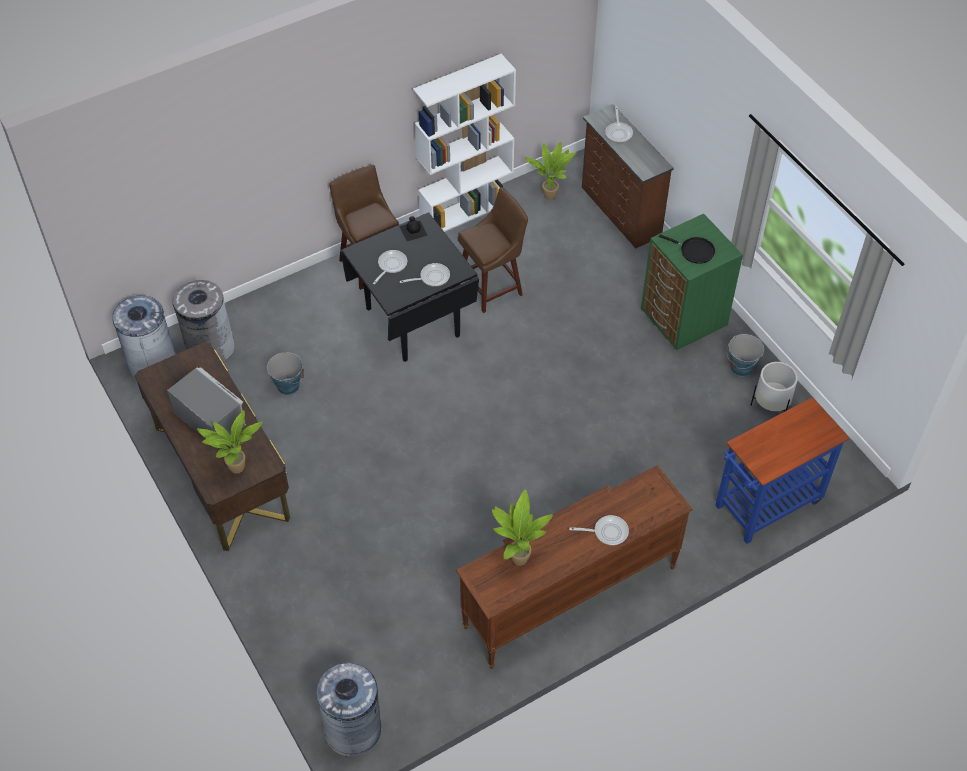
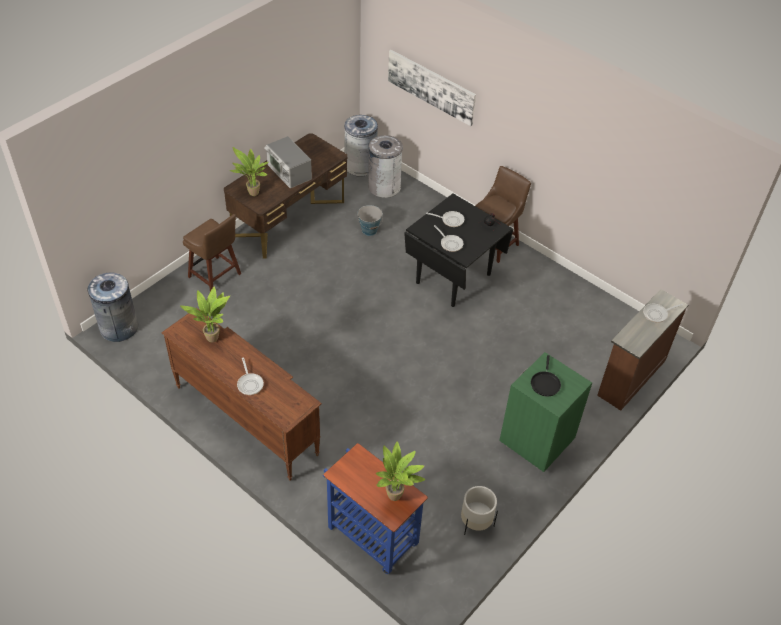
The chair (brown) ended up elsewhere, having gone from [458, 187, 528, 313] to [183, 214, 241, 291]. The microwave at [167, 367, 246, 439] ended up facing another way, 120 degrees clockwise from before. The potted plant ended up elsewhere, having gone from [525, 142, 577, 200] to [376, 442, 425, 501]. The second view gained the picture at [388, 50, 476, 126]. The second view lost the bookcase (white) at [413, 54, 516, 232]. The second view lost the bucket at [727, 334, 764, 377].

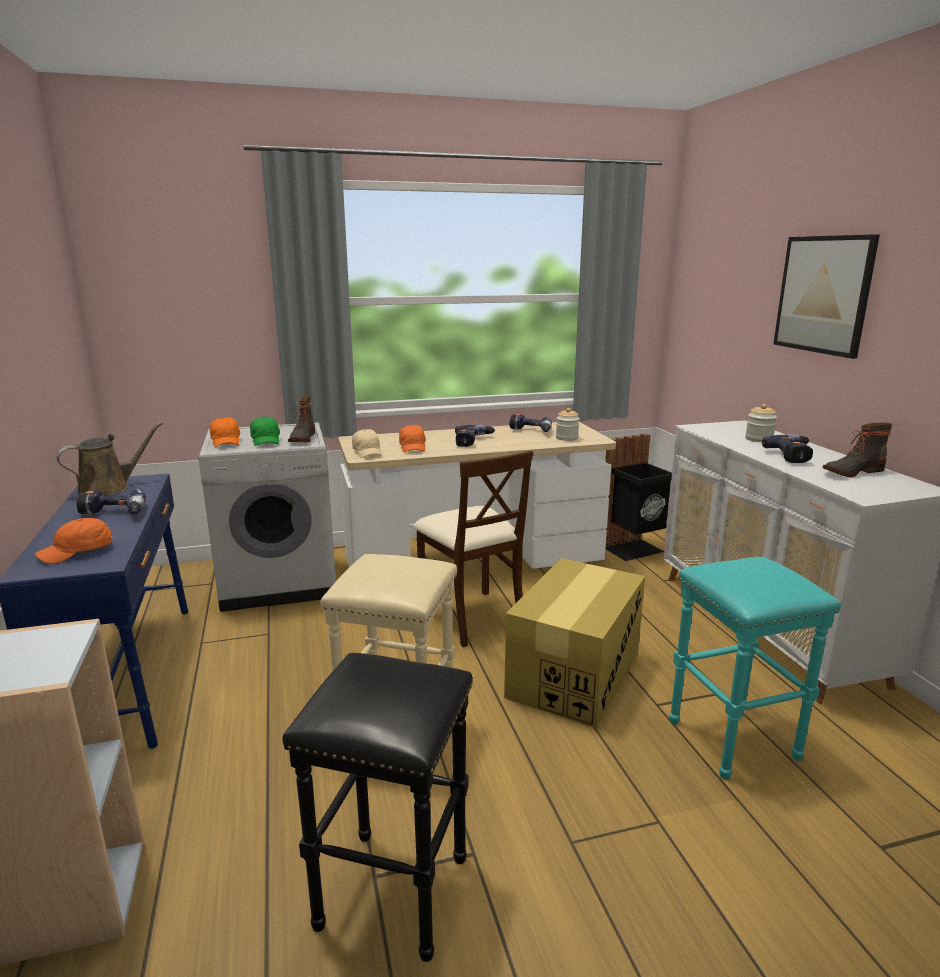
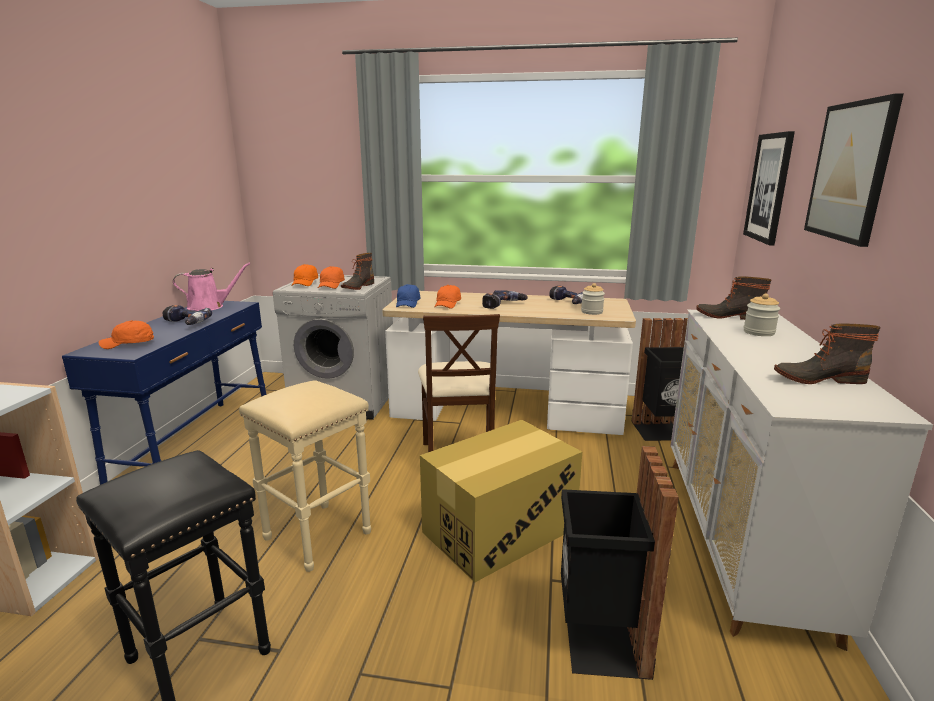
What was the watering can (brown) at [57, 422, 163, 495] turned into the watering can (pink) at [173, 262, 251, 311]. What was the cap (green) at [250, 417, 280, 446] turned into the cap (orange) at [318, 266, 345, 289]. What was the cap (beige) at [352, 429, 382, 458] turned into the cap (blue) at [396, 284, 420, 308]. Where the stool (turquoise) stood at [670, 557, 841, 780], the trash can (black) came to stand at [561, 446, 679, 680]. The second view gained the boot at [696, 276, 771, 320]. The second view gained the picture at [743, 131, 795, 245]. The second view lost the power drill at [762, 434, 813, 463].

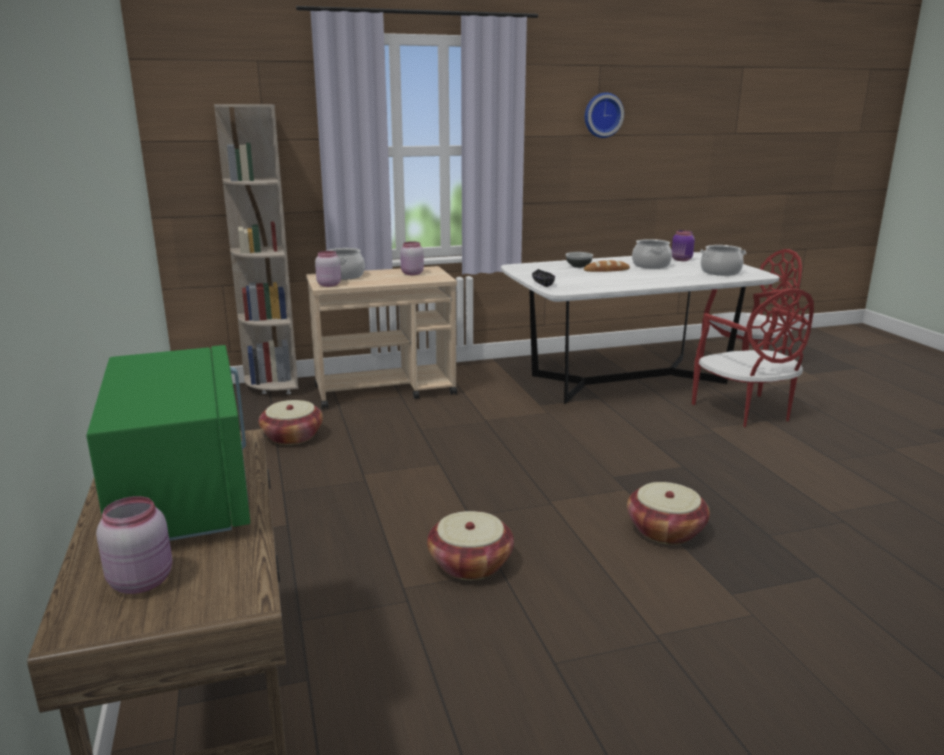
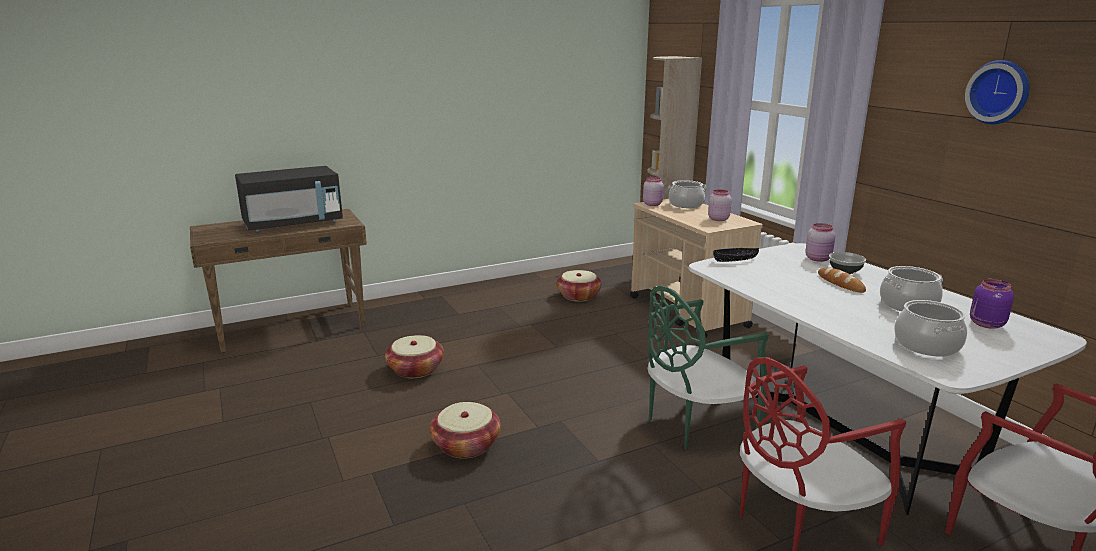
What was the microwave (green) at [86, 345, 251, 541] turned into the microwave (black) at [235, 166, 343, 232]. The second view gained the chair (green) at [647, 285, 769, 449]. The jar (pink) ended up elsewhere, having gone from [96, 496, 172, 594] to [805, 223, 835, 262].

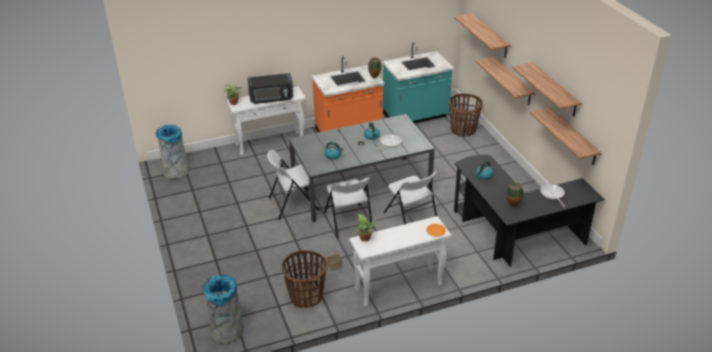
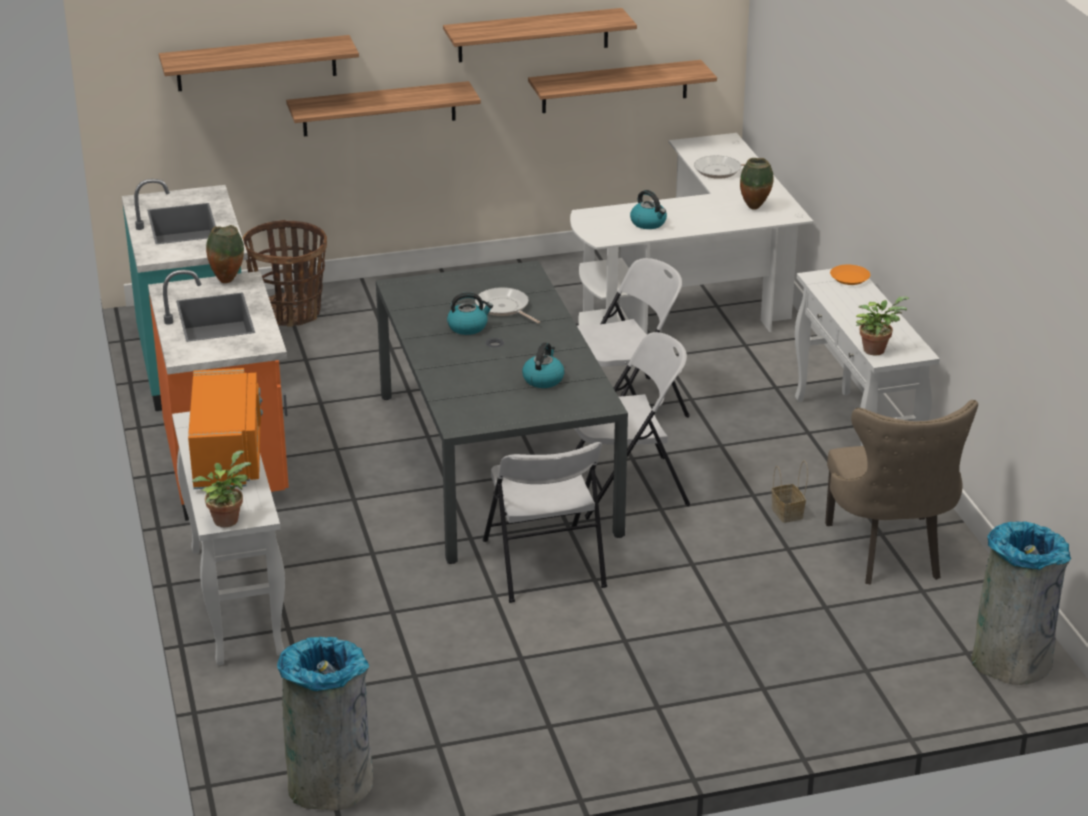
What was the microwave (black) at [248, 73, 293, 104] turned into the microwave (orange) at [188, 368, 263, 489]. What was the desk (black) at [454, 155, 605, 267] turned into the desk (white) at [570, 133, 813, 334]. Where the basket stood at [281, 250, 327, 308], the chair (beige) came to stand at [825, 400, 978, 584].

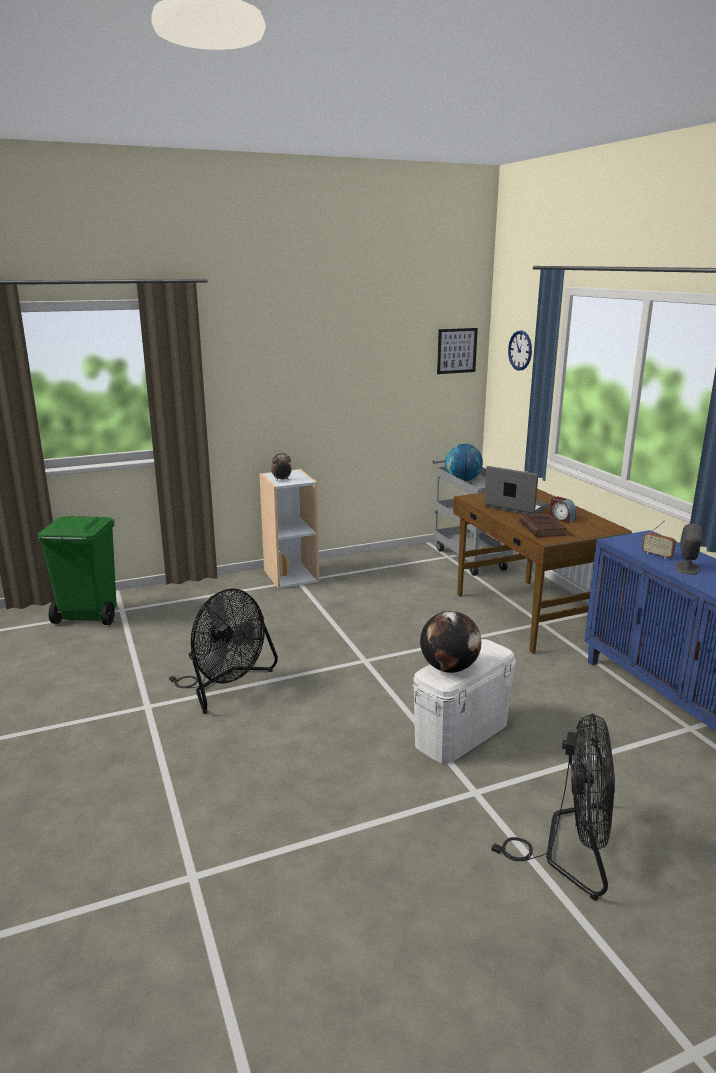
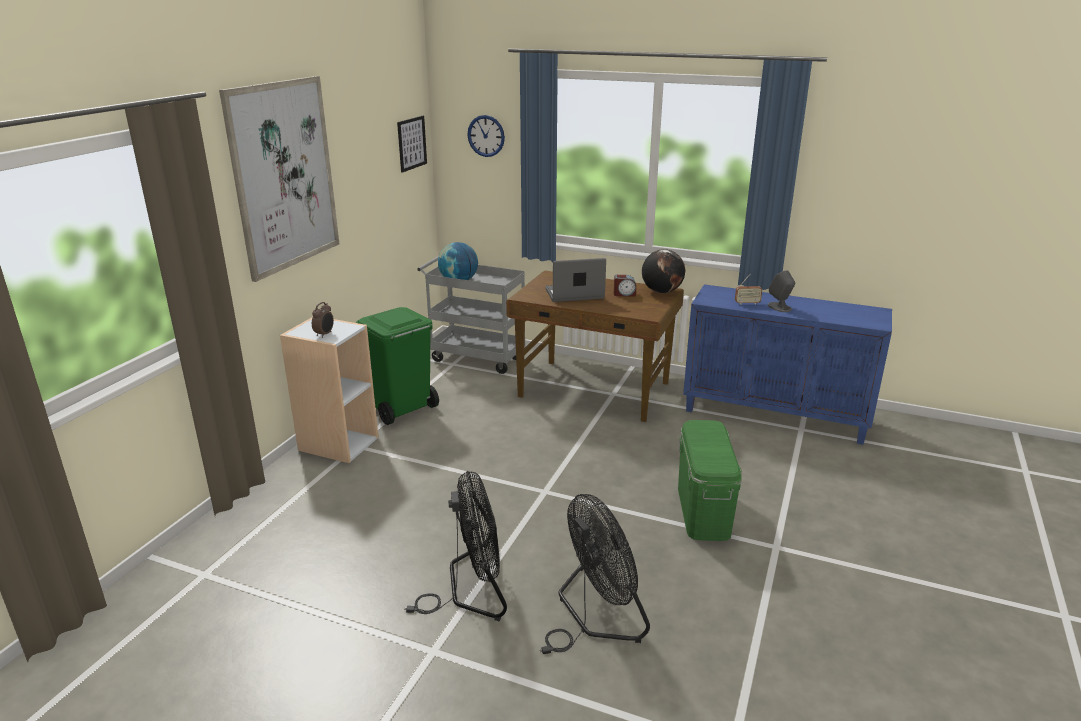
The second view gained the picture at [219, 76, 339, 282]. The trash can (green) ended up elsewhere, having gone from [38, 516, 117, 625] to [356, 307, 439, 425]. The fan (black) ended up elsewhere, having gone from [491, 713, 615, 901] to [539, 494, 650, 654]. The globe ended up elsewhere, having gone from [420, 611, 481, 673] to [642, 249, 685, 293]. What was the storage box (white) at [413, 639, 516, 764] turned into the storage box (green) at [678, 420, 742, 541]. The second view lost the book (brown) at [519, 514, 567, 537].

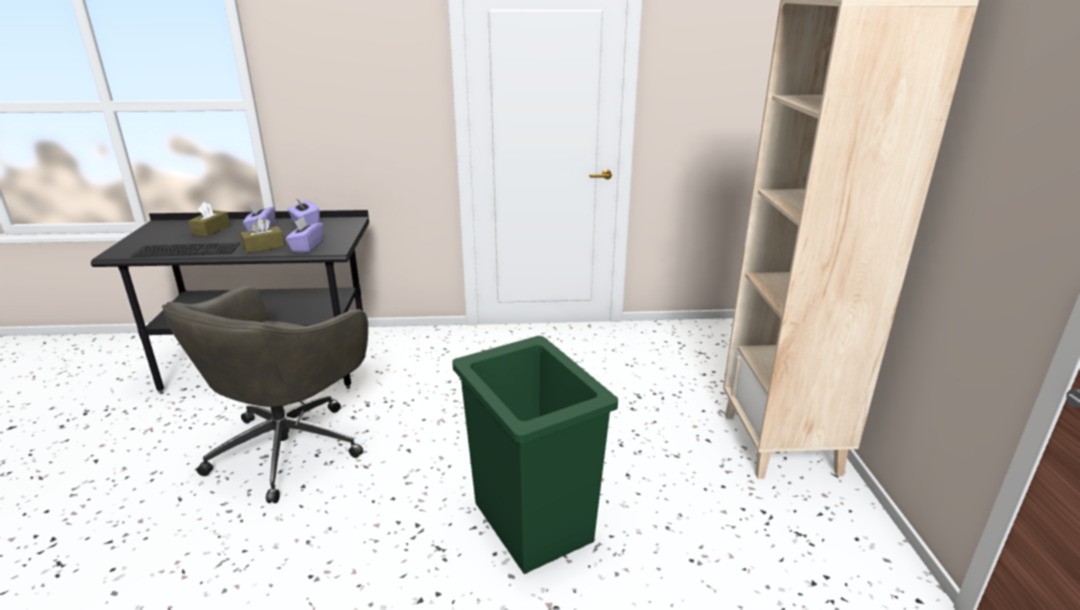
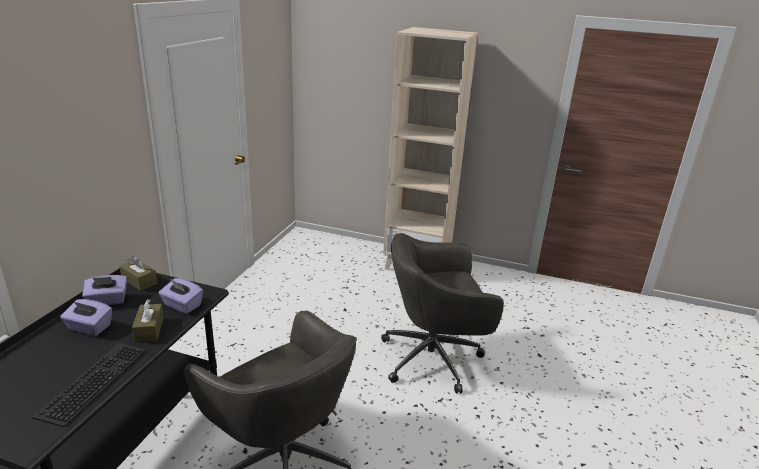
The tissue box (brown) ended up elsewhere, having gone from [189, 202, 230, 236] to [119, 256, 157, 291]. Where the trash can (green) stood at [452, 336, 618, 574], the office chair (grey) came to stand at [381, 233, 504, 393].

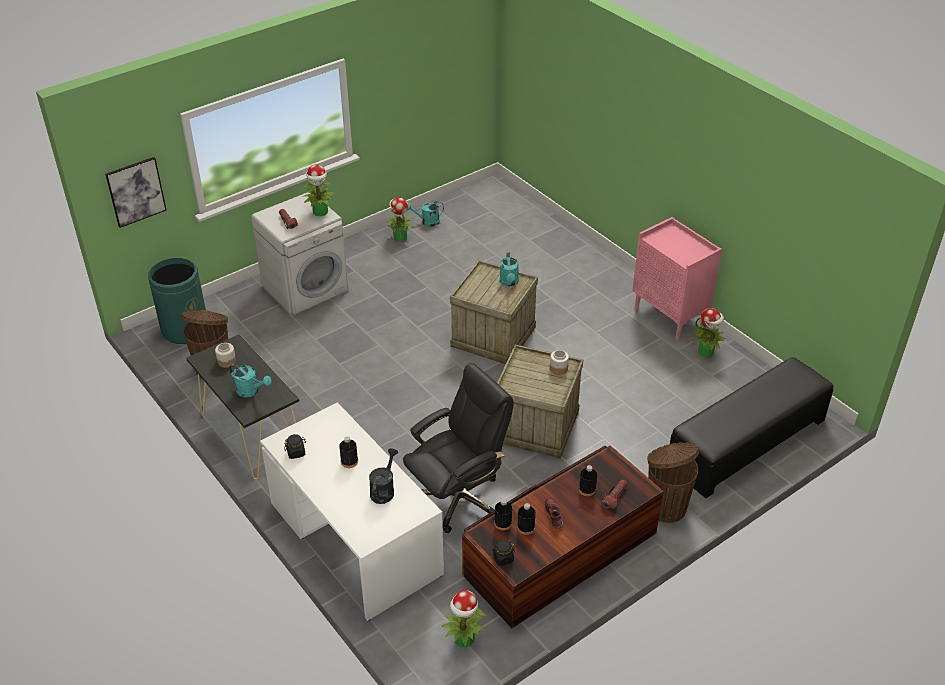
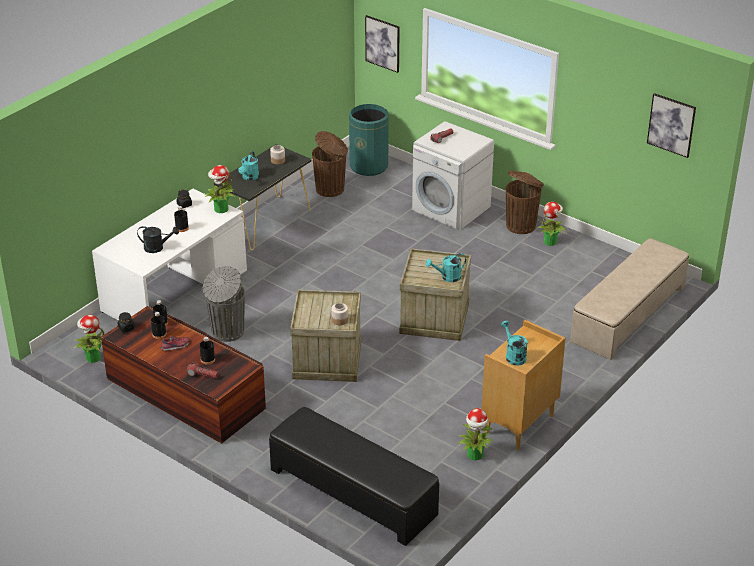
Where the office chair (black) stood at [403, 363, 514, 533], the trash can (grey) came to stand at [203, 266, 245, 342]. The potted plant ended up elsewhere, having gone from [302, 164, 333, 216] to [205, 165, 235, 213]. What was the cabinet (pink) at [632, 217, 722, 340] turned into the cabinet (brown) at [482, 320, 566, 450]. The watering can (turquoise) ended up elsewhere, having gone from [407, 201, 444, 227] to [501, 321, 528, 365]. The trash can (brown) ended up elsewhere, having gone from [647, 442, 699, 523] to [506, 170, 544, 234]. The second view gained the bench (beige) at [570, 238, 689, 360]. The second view gained the picture at [647, 93, 696, 158].

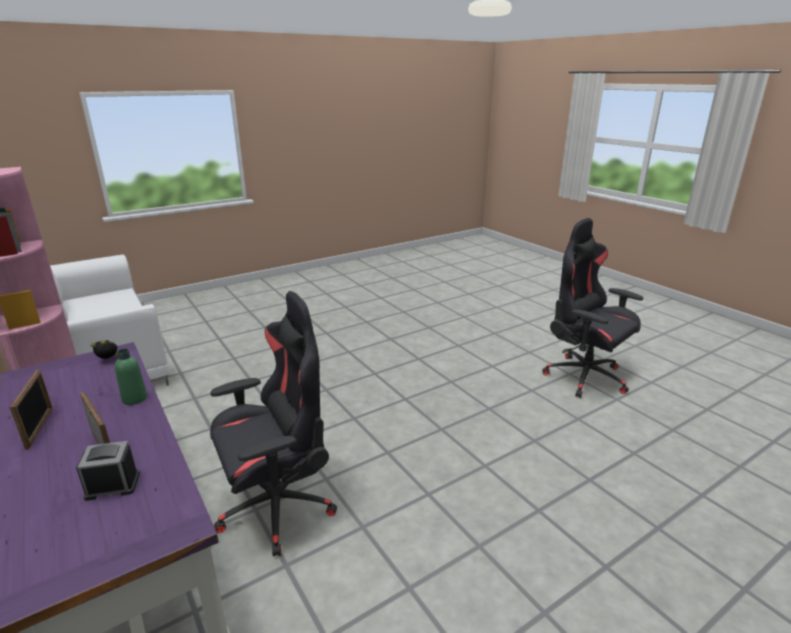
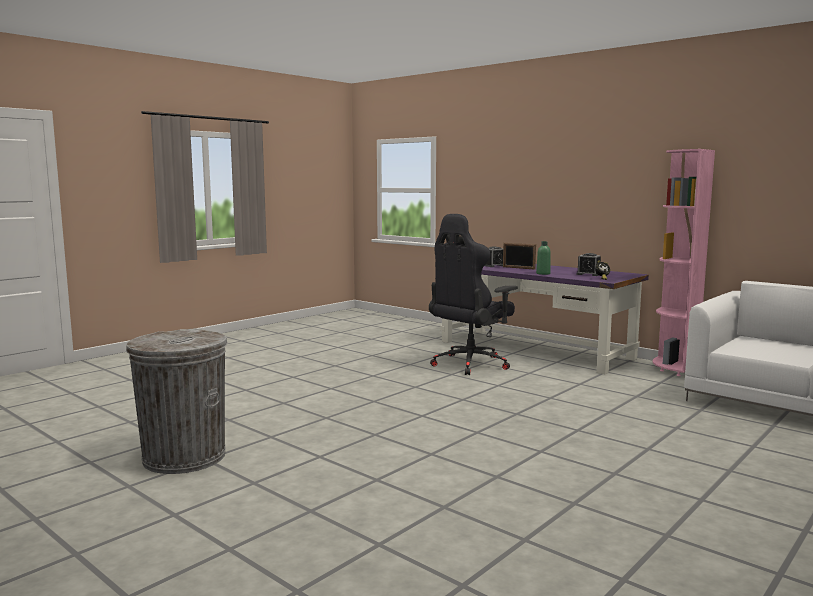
Where the office chair (black) stood at [542, 218, 643, 398], the trash can (grey) came to stand at [126, 328, 228, 474]. The second view gained the alarm clock at [576, 253, 601, 276]. The second view lost the picture frame at [9, 370, 53, 450].

